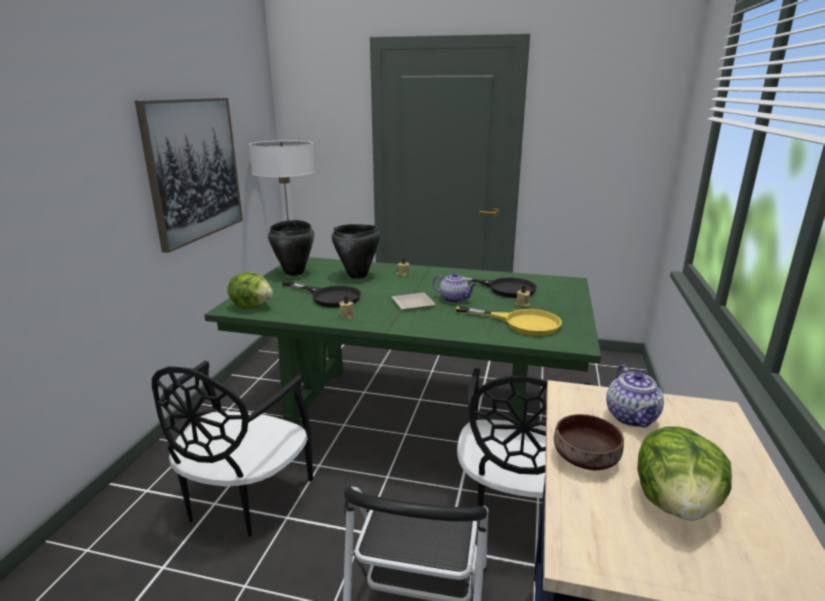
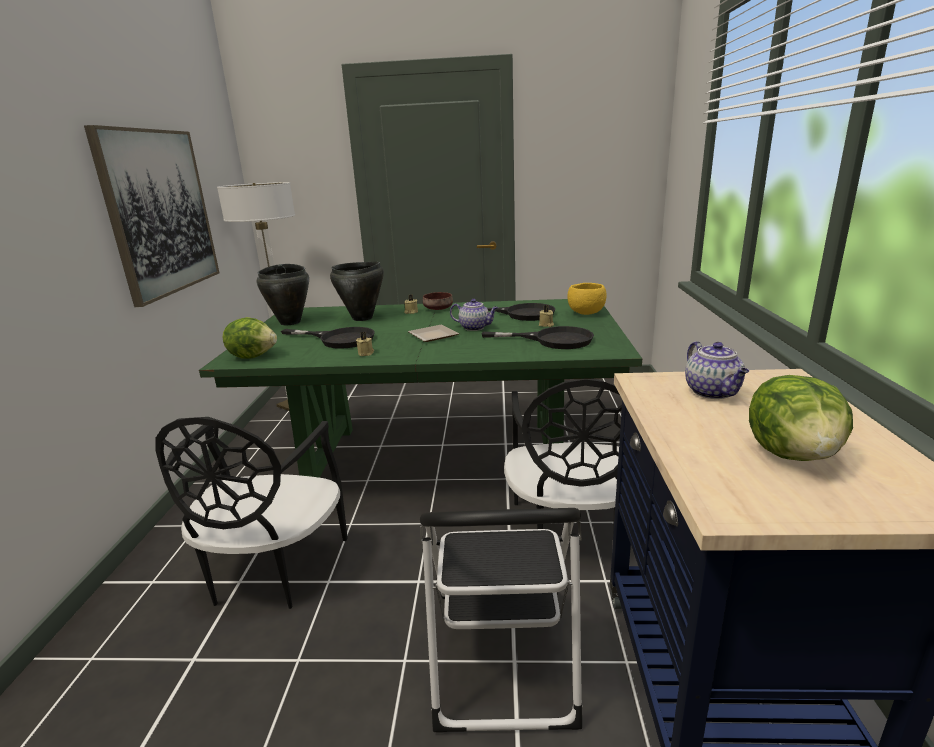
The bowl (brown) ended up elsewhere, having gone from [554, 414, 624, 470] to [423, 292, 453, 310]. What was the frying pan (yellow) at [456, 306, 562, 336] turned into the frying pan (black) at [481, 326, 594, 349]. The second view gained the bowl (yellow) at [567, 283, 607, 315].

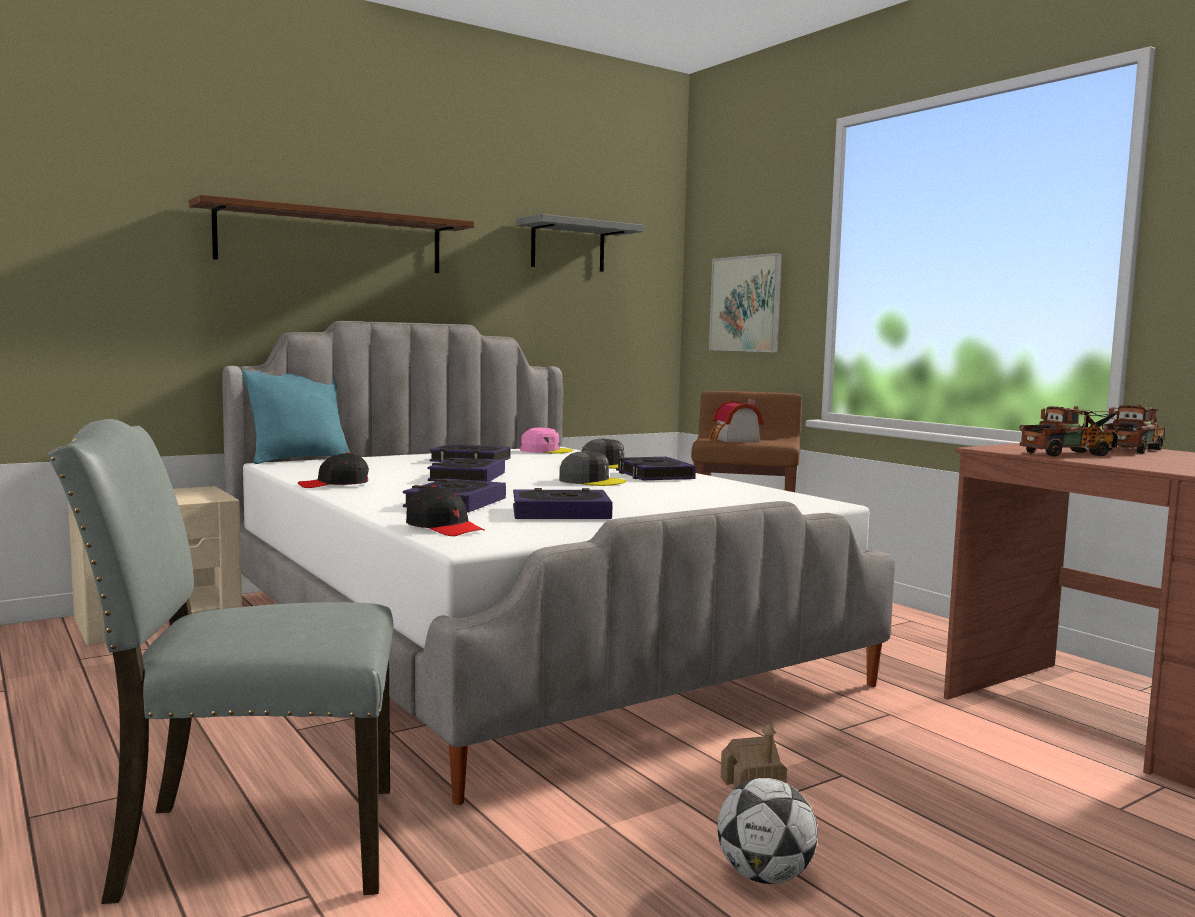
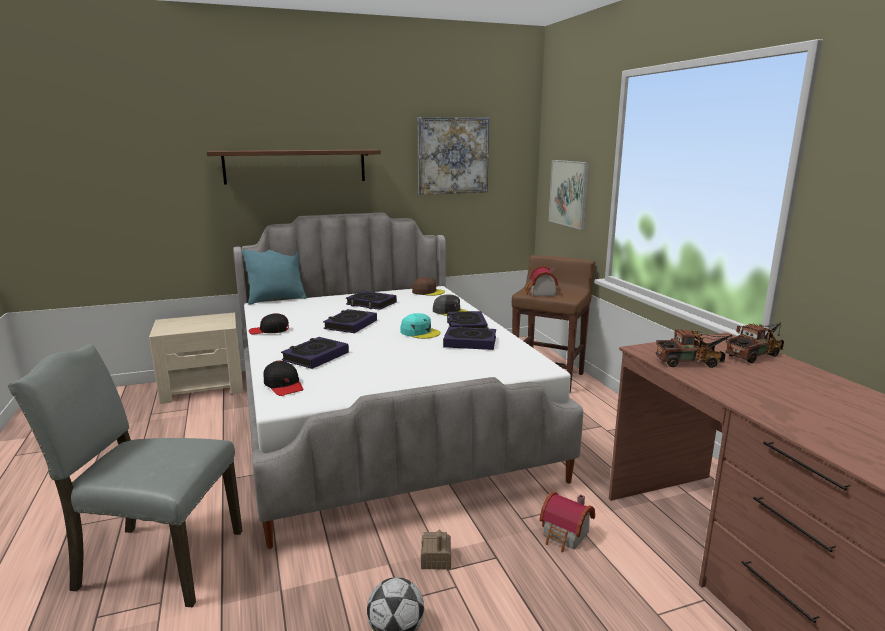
What was the cap (grey) at [559, 451, 626, 486] turned into the cap (turquoise) at [400, 313, 441, 339]. What was the cap (pink) at [520, 427, 573, 454] turned into the cap (brown) at [412, 277, 445, 296]. Where the shelf (grey) hung at [517, 214, 644, 272], the picture came to hang at [418, 117, 489, 195]. The book ended up elsewhere, having gone from [513, 488, 612, 519] to [443, 326, 496, 350]. The second view gained the toy house at [539, 491, 595, 552].

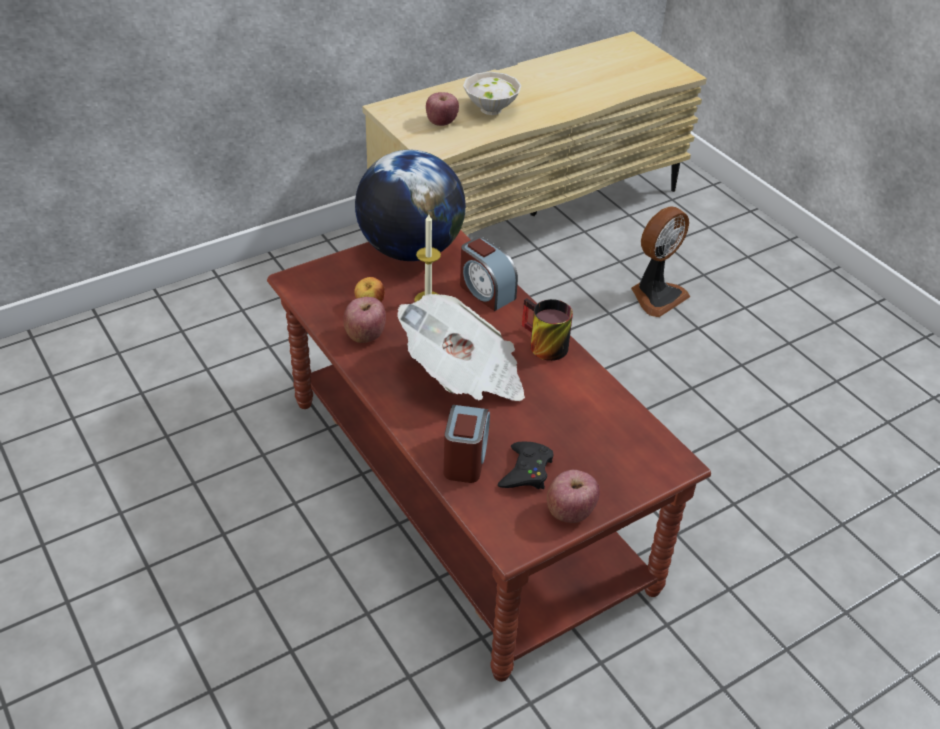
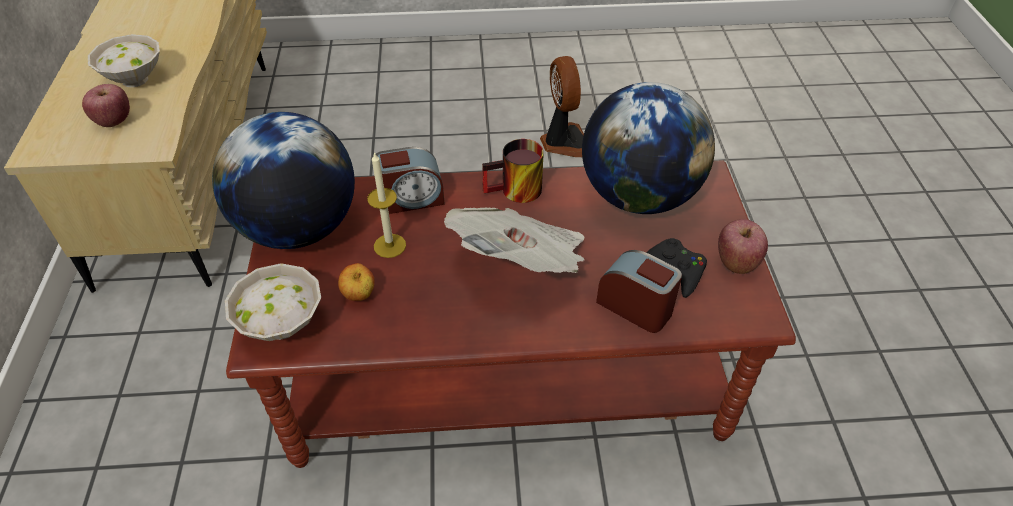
The second view gained the bowl (white) at [225, 263, 321, 341]. The fan ended up elsewhere, having gone from [631, 206, 690, 317] to [540, 56, 584, 157]. The second view gained the globe at [582, 82, 715, 214]. The second view lost the apple at [343, 297, 386, 343].

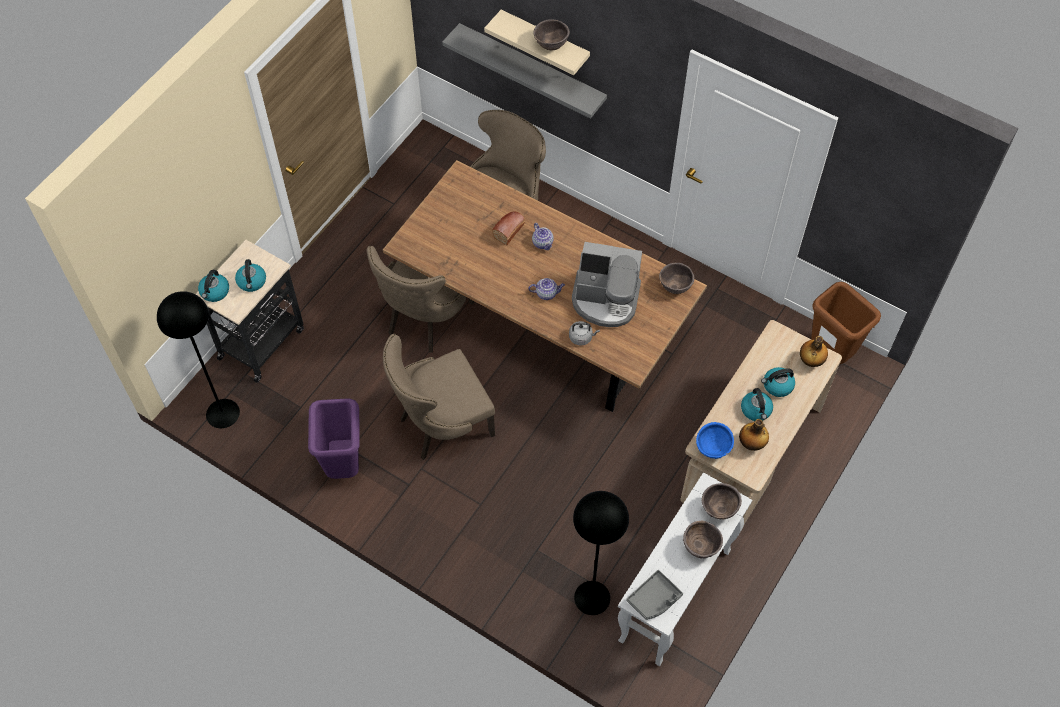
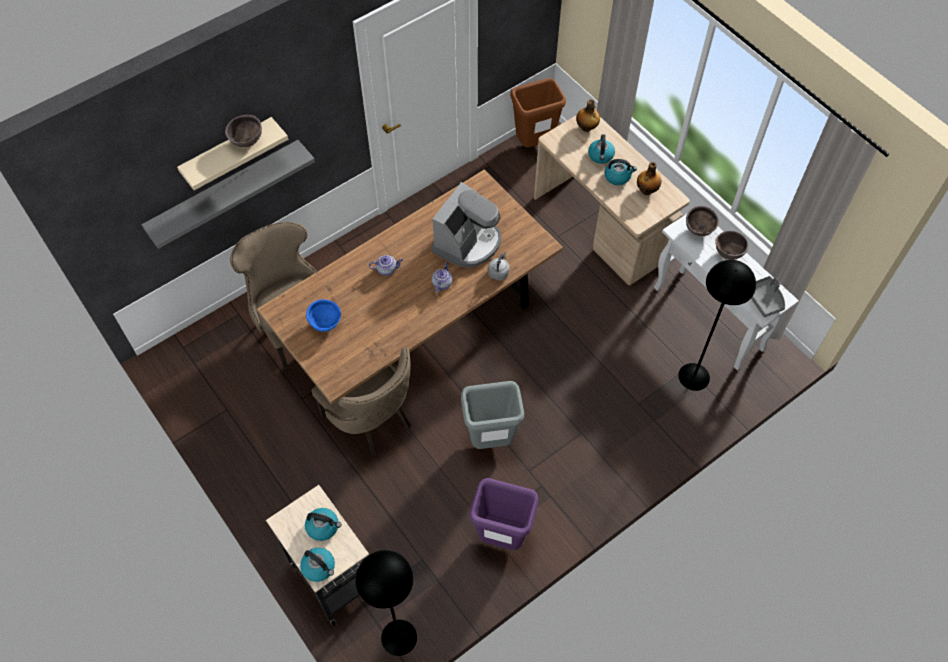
The bowl (blue) ended up elsewhere, having gone from [696, 422, 734, 459] to [306, 299, 341, 332]. Where the chair (beige) stood at [383, 334, 495, 460], the trash can (grey) came to stand at [461, 381, 524, 449]. The second view lost the bread at [492, 211, 525, 245]. The second view lost the bowl (brown) at [659, 263, 695, 294].

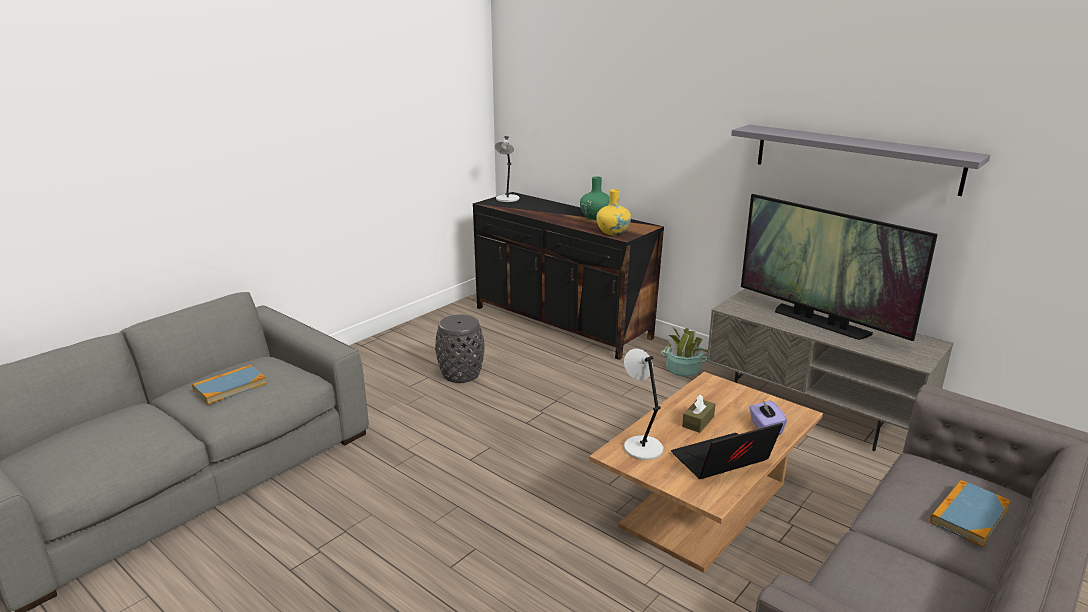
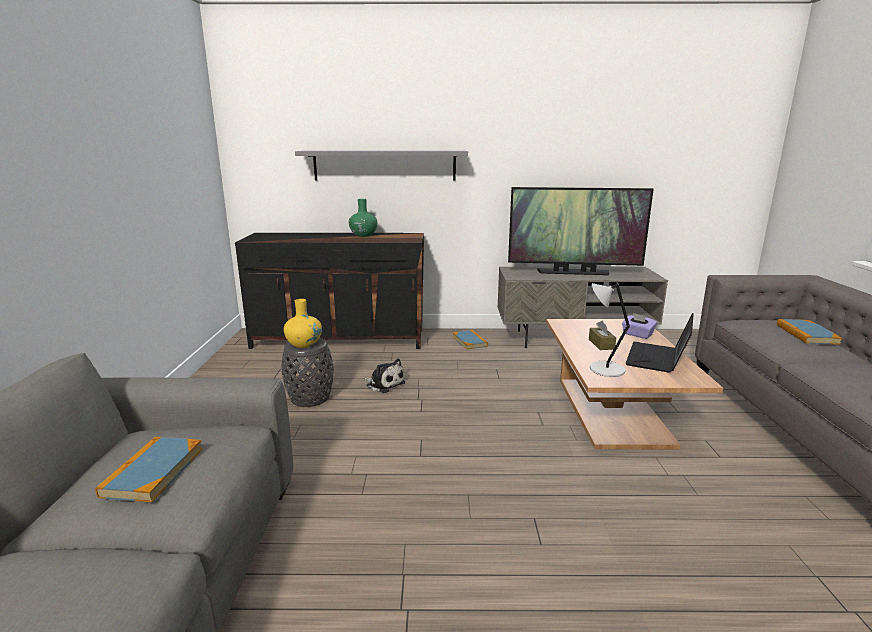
The vase (yellow) ended up elsewhere, having gone from [597, 189, 631, 235] to [284, 299, 322, 348]. The shelf (grey) ended up elsewhere, having gone from [731, 125, 990, 196] to [295, 151, 468, 181]. The second view gained the plush toy at [364, 358, 405, 393]. Where the potted plant stood at [661, 327, 708, 377], the book came to stand at [453, 330, 488, 350]. The second view lost the table lamp (grey) at [494, 136, 519, 202].

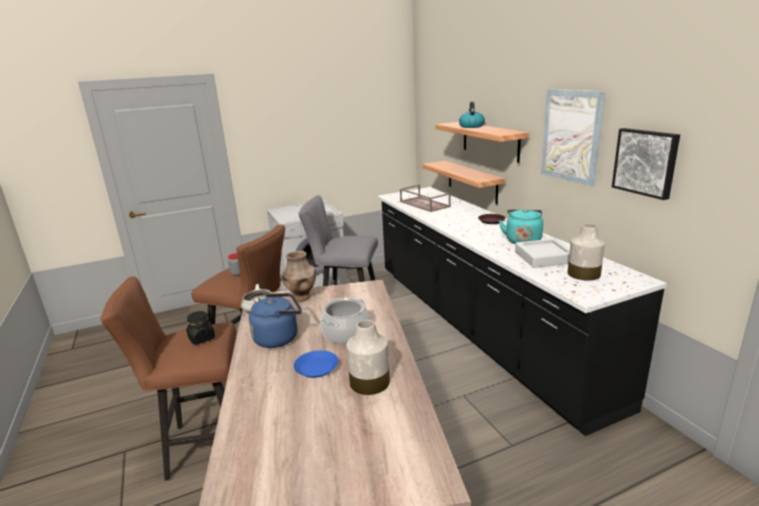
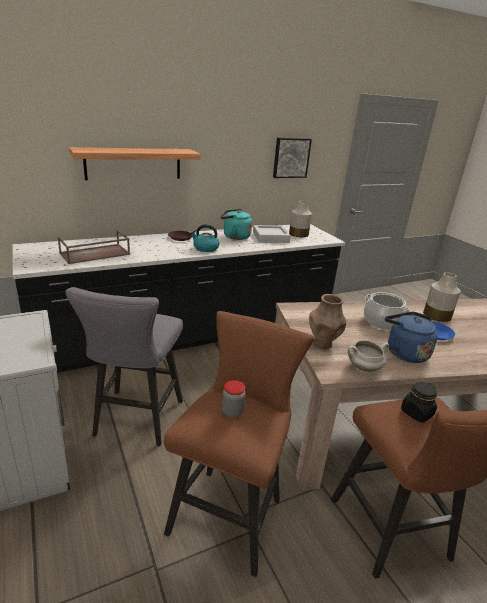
The kettle ended up elsewhere, having gone from [459, 102, 485, 128] to [190, 224, 219, 252]. The second view lost the shelf at [422, 161, 505, 204]. The second view lost the picture at [541, 89, 606, 187].

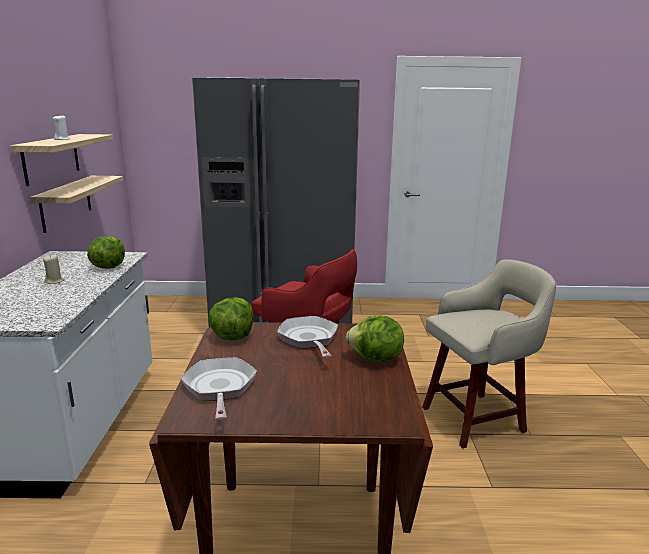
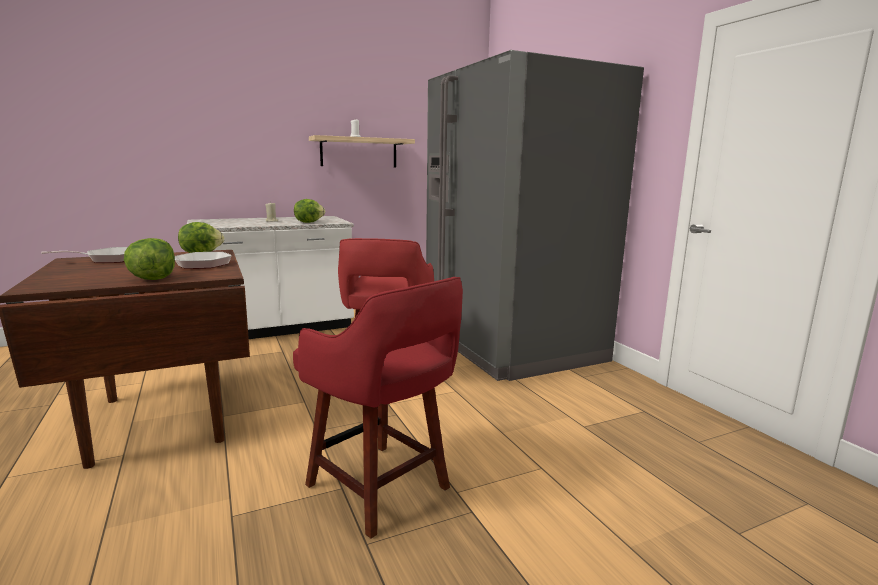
What was the stool (beige) at [422, 259, 556, 449] turned into the stool (red) at [293, 277, 463, 539]. The second view lost the shelf at [29, 176, 123, 233].

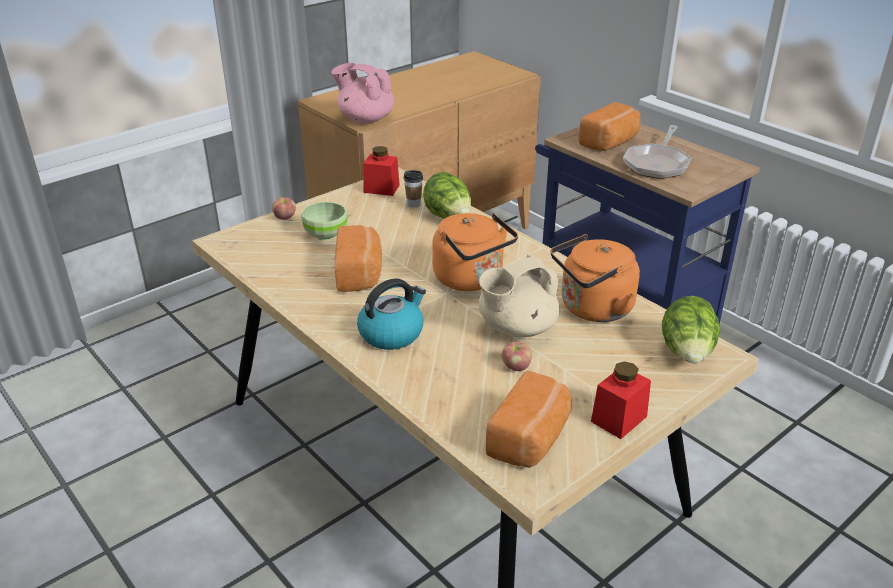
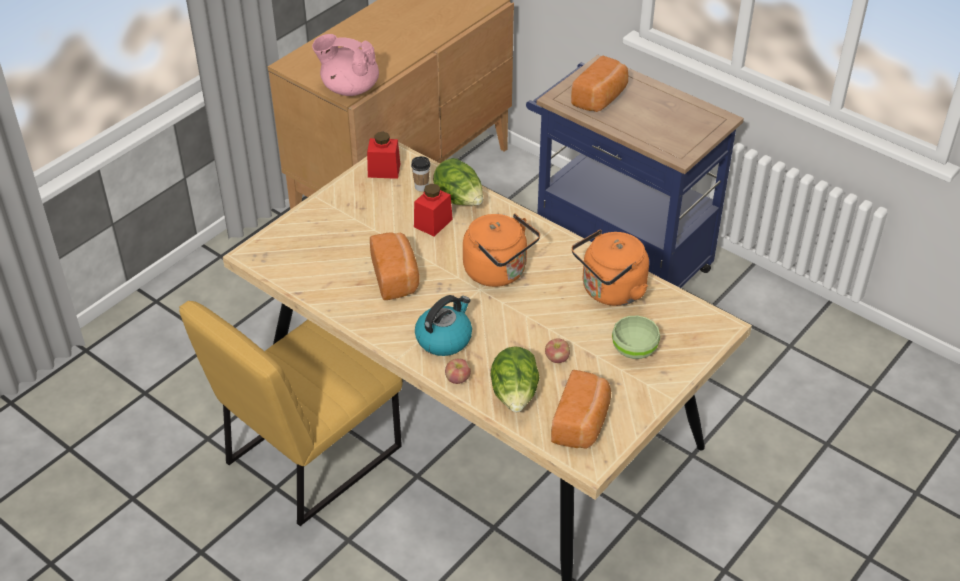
The second view gained the chair (yellow) at [179, 301, 402, 526]. The jar (red) ended up elsewhere, having gone from [591, 361, 651, 439] to [414, 184, 453, 236]. The apple ended up elsewhere, having gone from [272, 197, 296, 220] to [445, 359, 471, 384]. The lettuce ended up elsewhere, having gone from [662, 296, 720, 364] to [490, 346, 540, 412]. The bowl (green) ended up elsewhere, having gone from [301, 202, 348, 240] to [612, 316, 660, 359]. The second view lost the teapot (beige) at [479, 254, 560, 338]. The second view lost the frying pan at [623, 125, 691, 179].

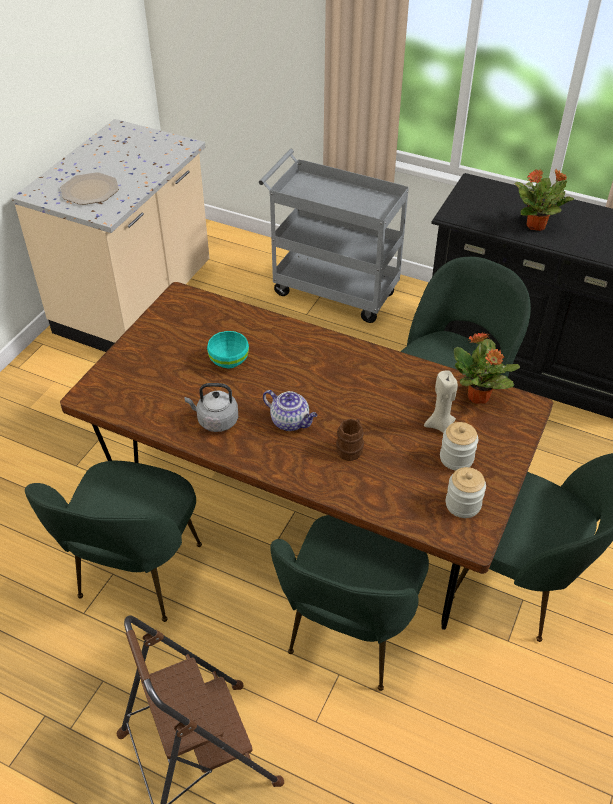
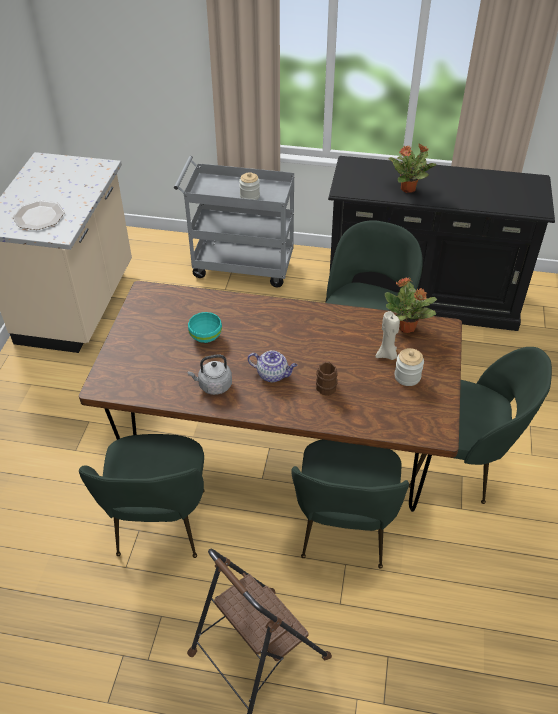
The jar ended up elsewhere, having gone from [446, 467, 486, 518] to [239, 173, 260, 200].

